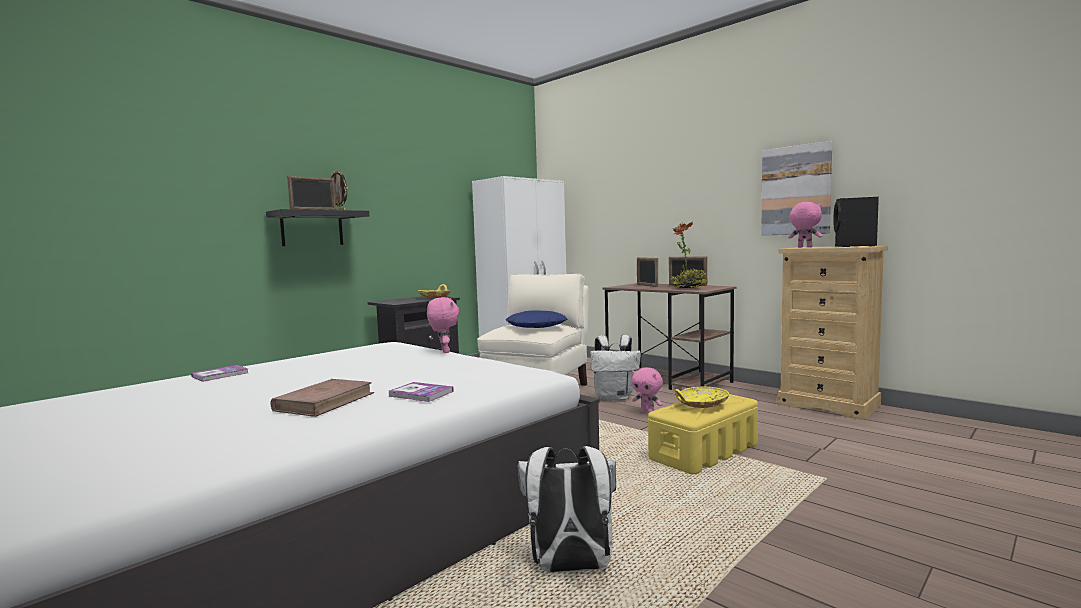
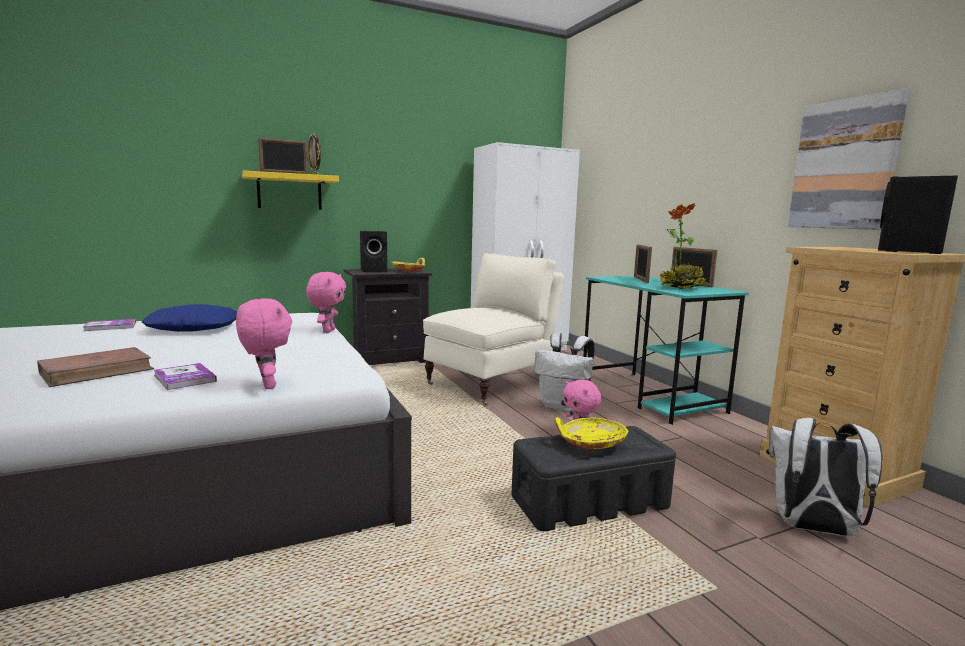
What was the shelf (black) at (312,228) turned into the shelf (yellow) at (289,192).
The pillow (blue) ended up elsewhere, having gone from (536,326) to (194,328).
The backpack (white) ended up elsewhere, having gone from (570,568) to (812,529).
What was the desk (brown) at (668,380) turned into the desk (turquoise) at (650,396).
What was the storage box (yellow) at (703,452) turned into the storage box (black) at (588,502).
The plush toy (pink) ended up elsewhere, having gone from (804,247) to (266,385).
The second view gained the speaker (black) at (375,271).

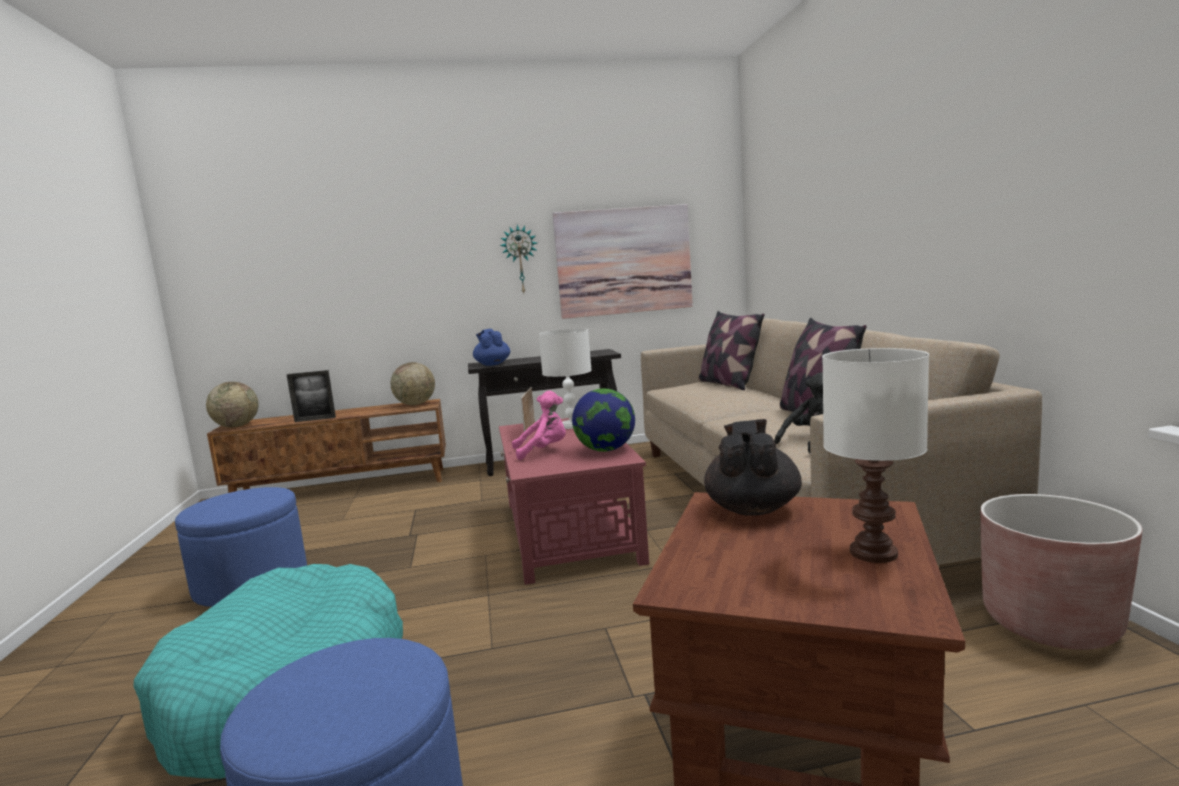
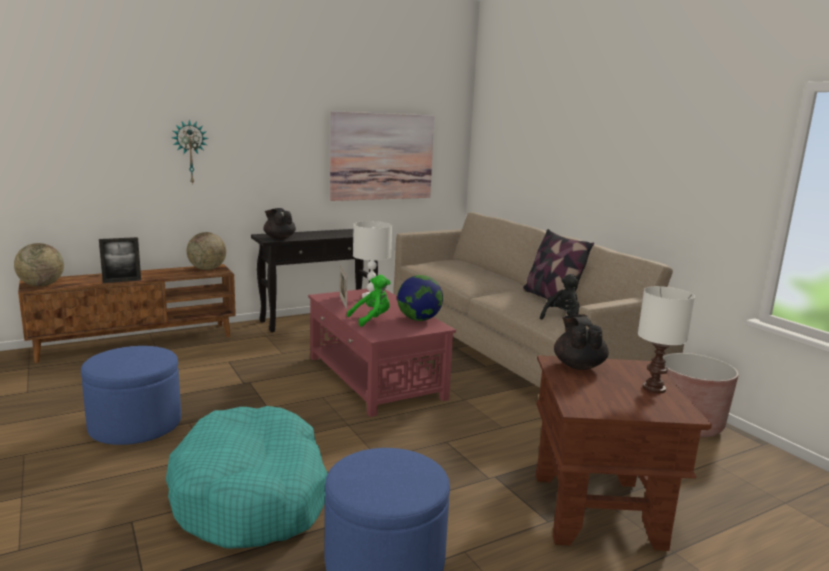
What was the teapot (blue) at (492,364) turned into the teapot (black) at (279,238).
The wall clock ended up elsewhere, having gone from (520,260) to (190,152).
What was the plush toy (pink) at (543,451) turned into the plush toy (green) at (372,319).
The second view lost the pillow at (728,384).

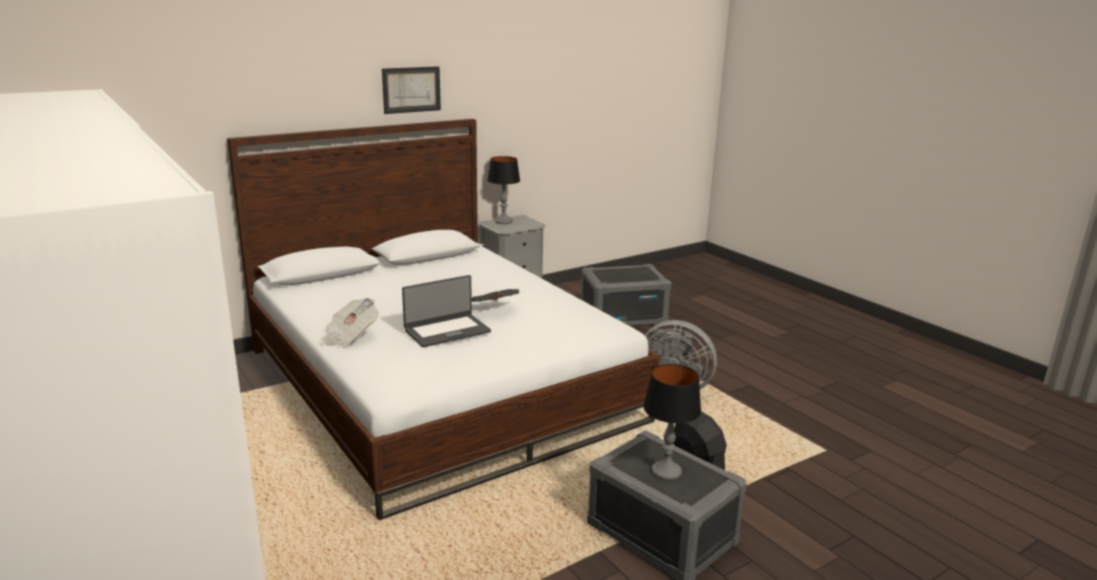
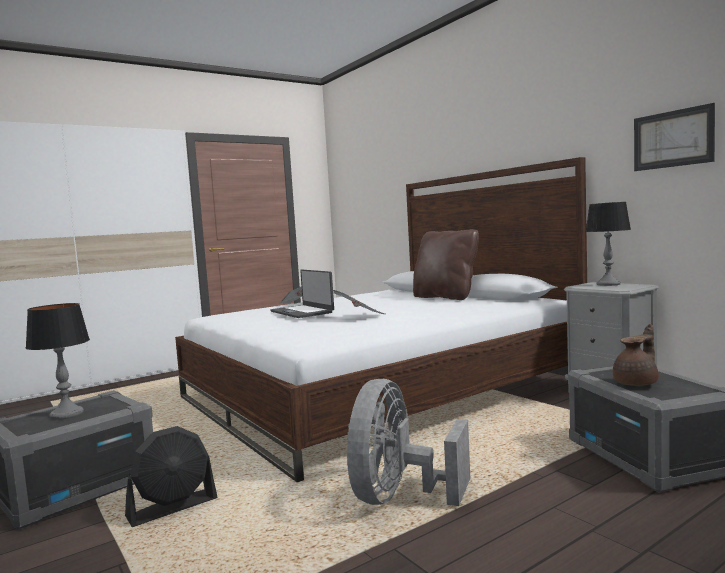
The picture ended up elsewhere, having gone from (411,89) to (672,139).
The second view gained the pillow (brown) at (445,297).
The second view gained the teapot (brown) at (637,383).

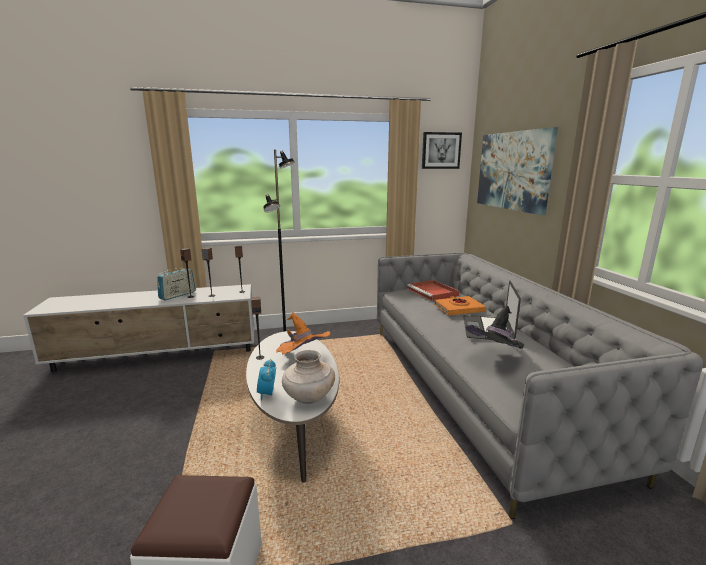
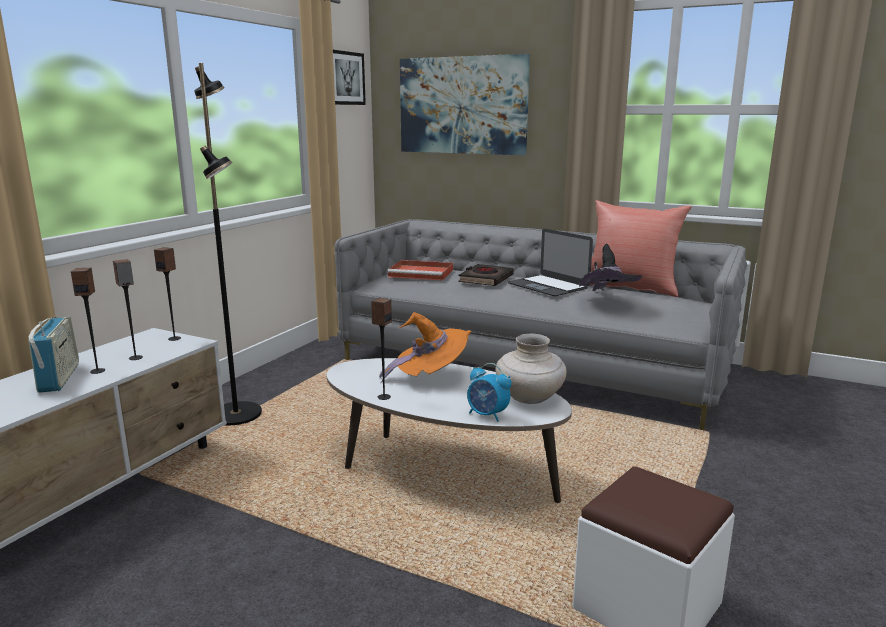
What was the book (orange) at (458,309) turned into the book (black) at (485,279).
The second view gained the pillow (red) at (630,287).

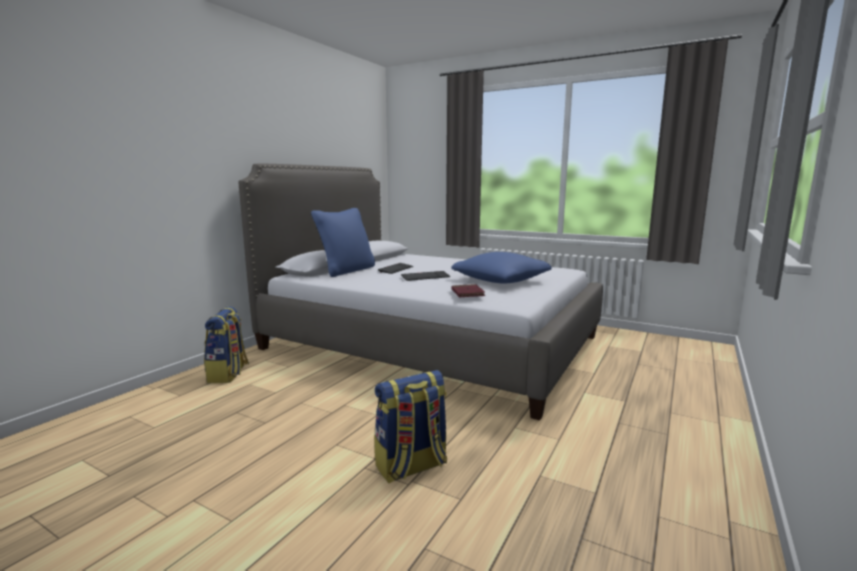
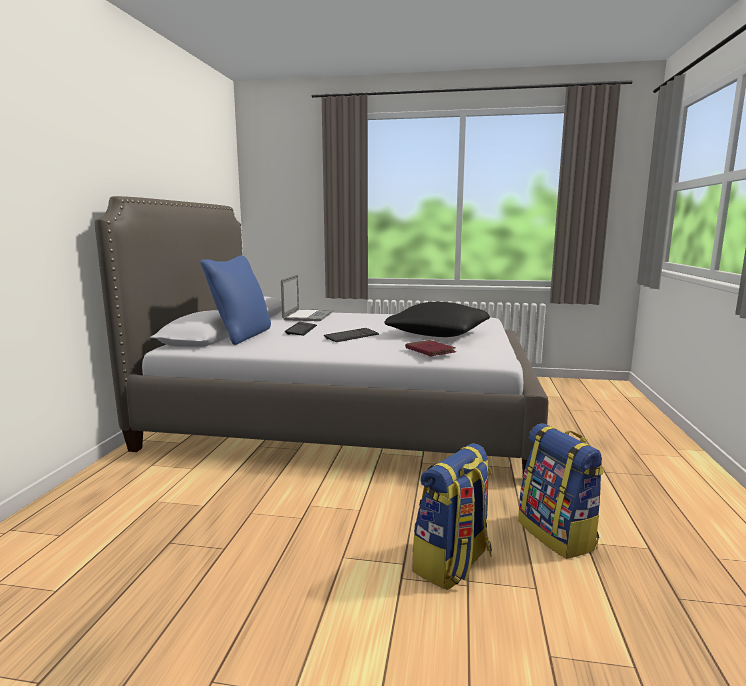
The backpack ended up elsewhere, having gone from (228,374) to (558,535).
What was the pillow (blue) at (501,281) turned into the pillow (black) at (438,334).
The second view gained the laptop at (308,316).

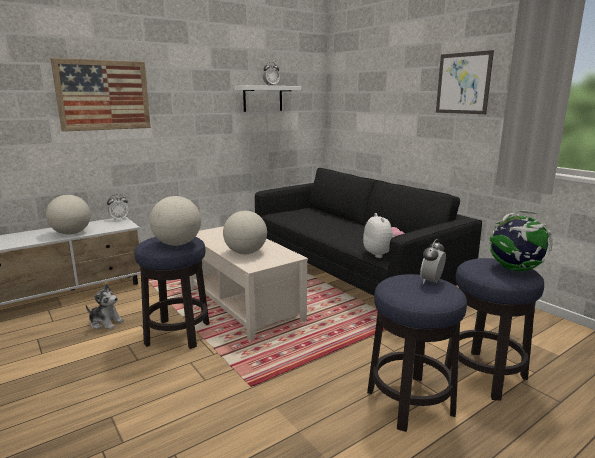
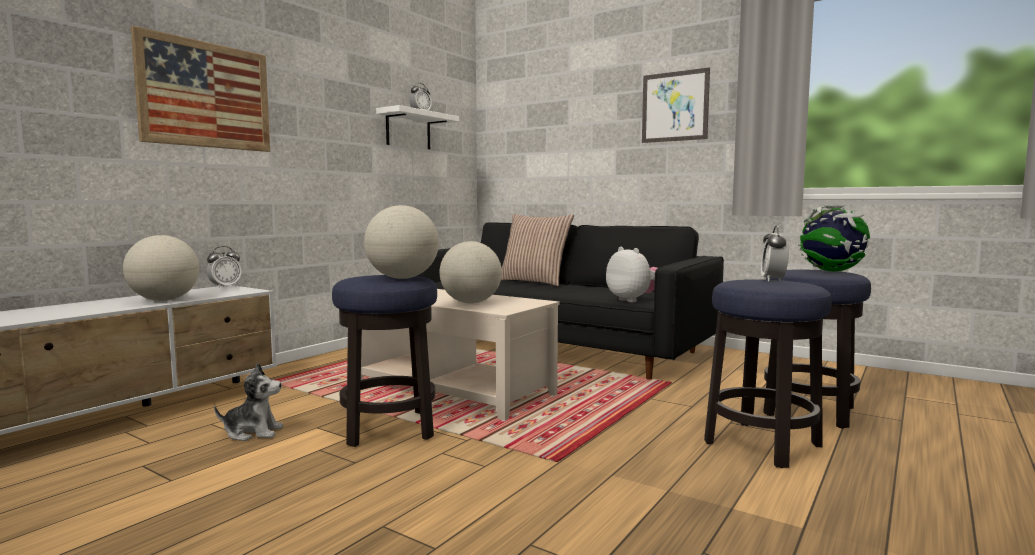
The second view gained the pillow at (534,282).

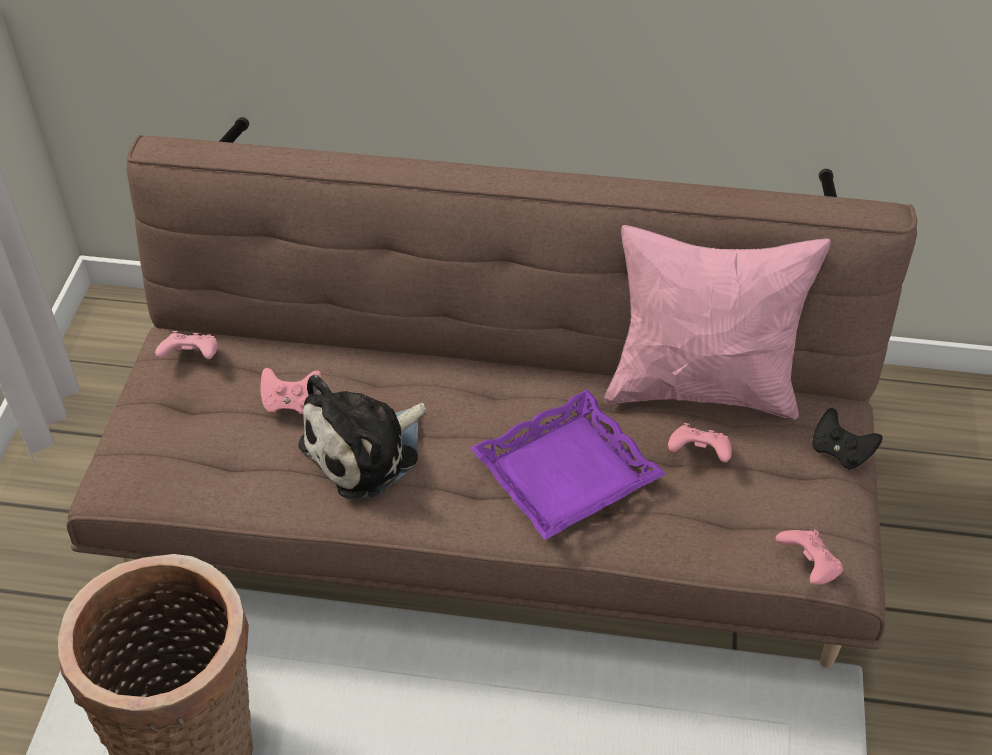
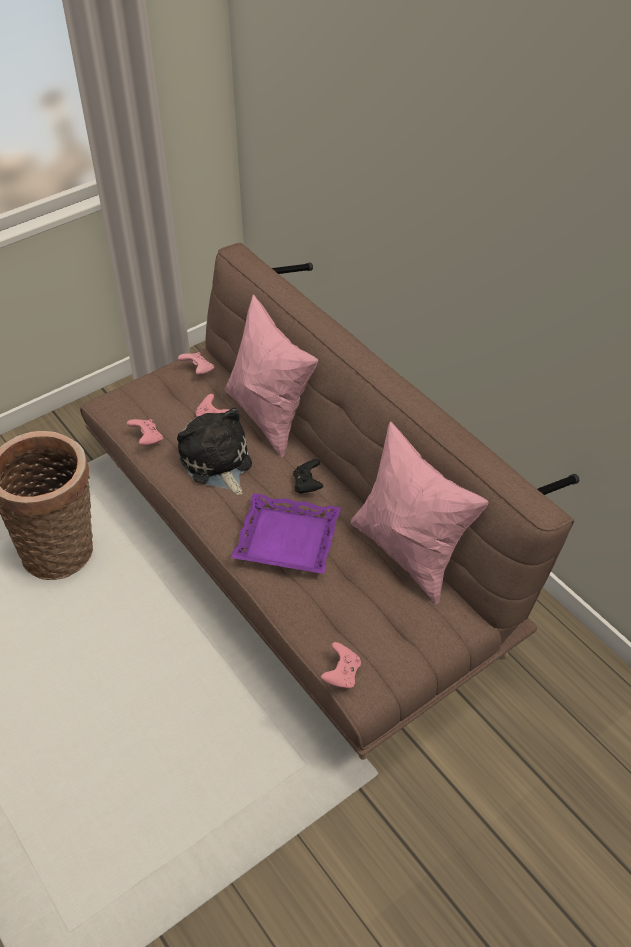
The plush toy at (366,450) ended up facing another way, 60 degrees clockwise from before.
The game controller (pink) ended up elsewhere, having gone from (698,455) to (147,439).
The game controller (black) ended up elsewhere, having gone from (840,452) to (307,485).
The second view gained the pillow (pink) at (269,416).

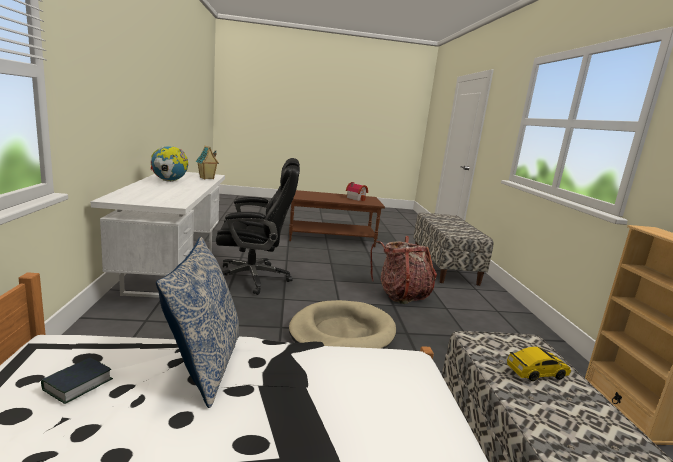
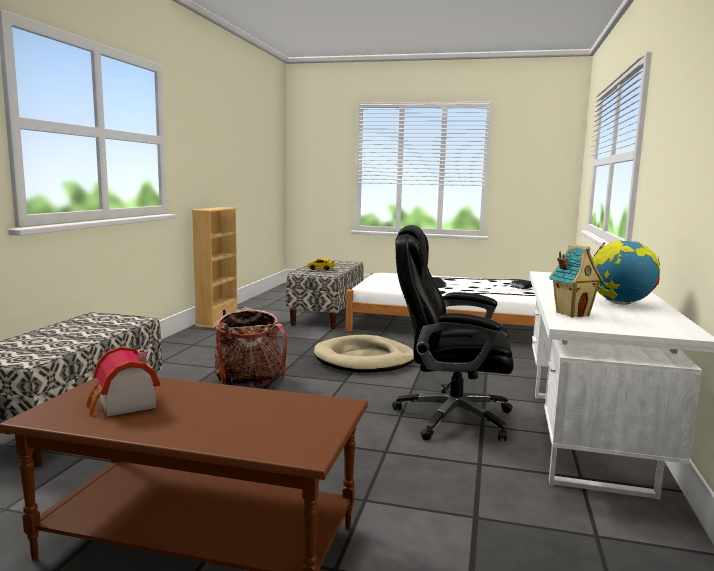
The second view lost the pillow at (203,365).

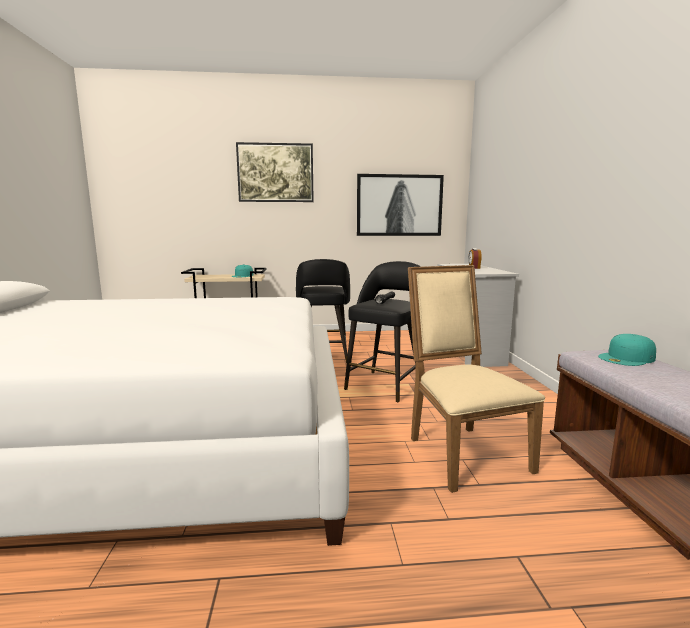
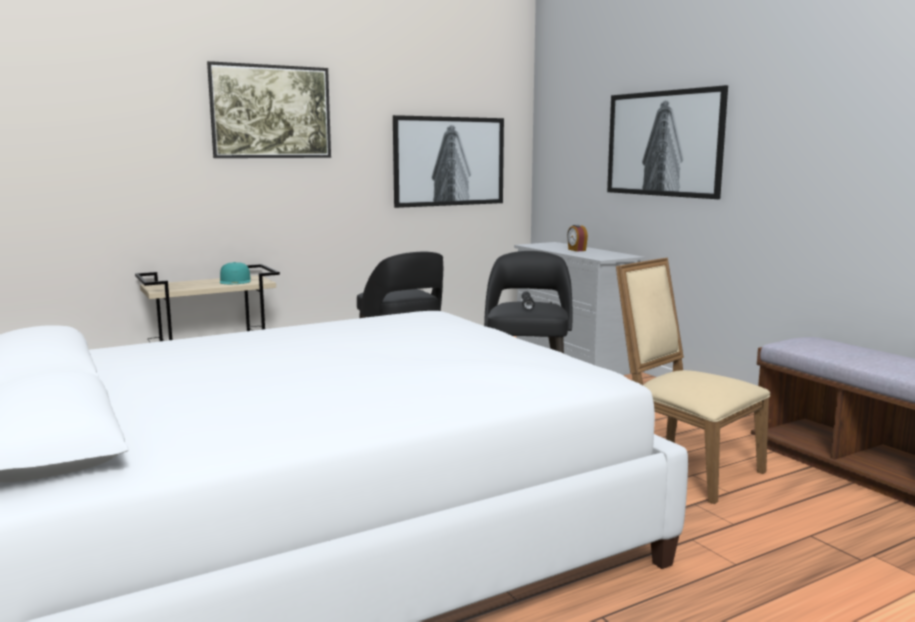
The second view lost the cap (turquoise) at (627,358).
The second view gained the picture at (664,143).

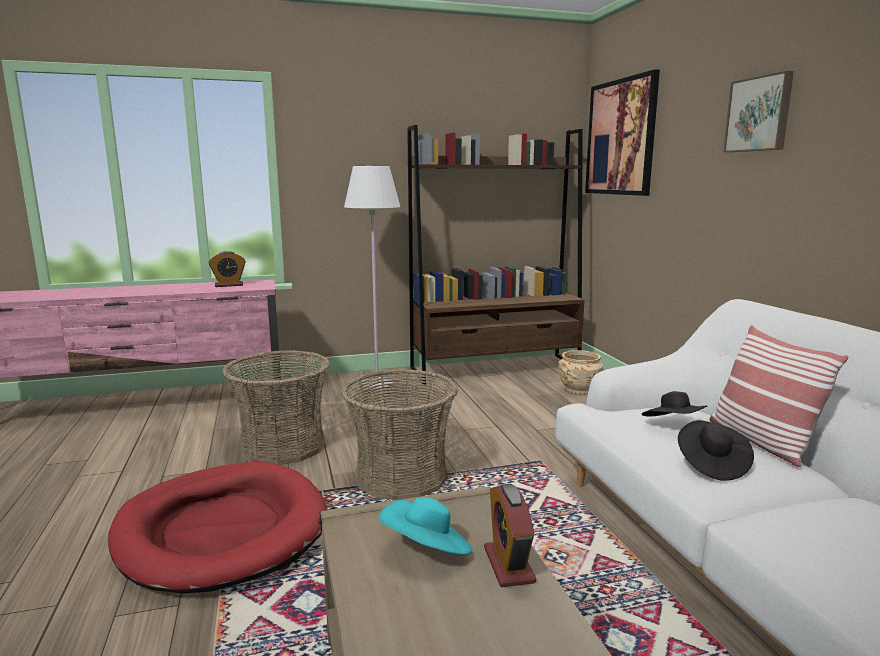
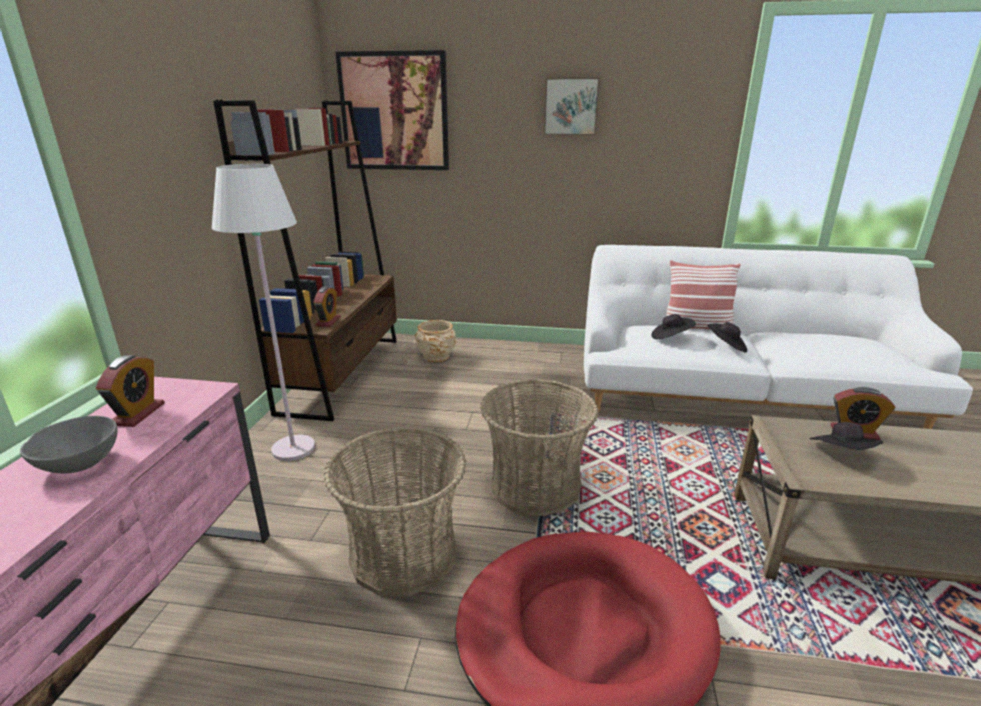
What was the hat (turquoise) at (427,550) turned into the hat (black) at (842,455).
The second view gained the bowl (grey) at (79,463).
The second view gained the alarm clock at (328,321).

